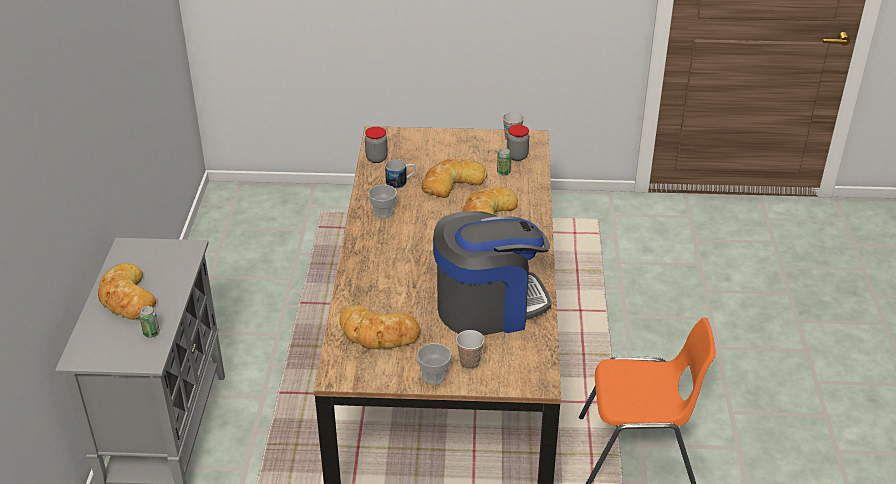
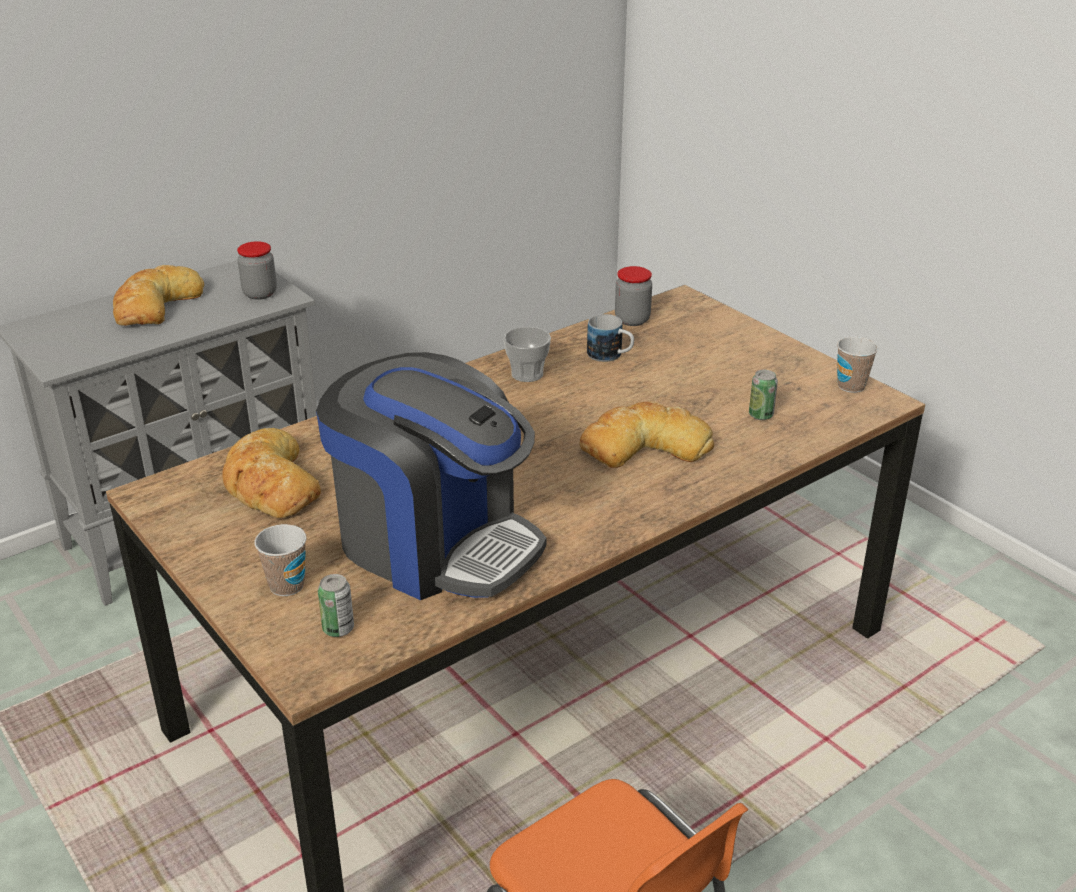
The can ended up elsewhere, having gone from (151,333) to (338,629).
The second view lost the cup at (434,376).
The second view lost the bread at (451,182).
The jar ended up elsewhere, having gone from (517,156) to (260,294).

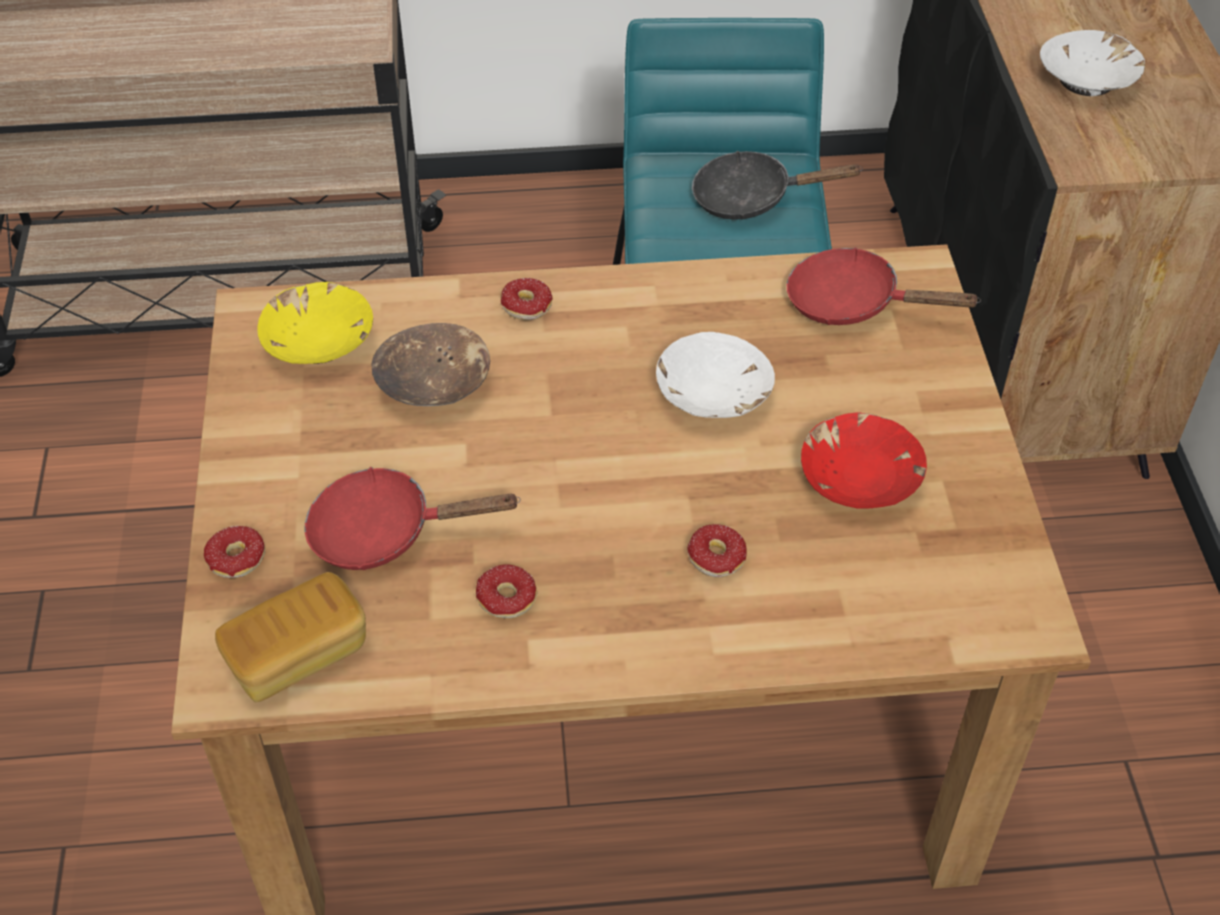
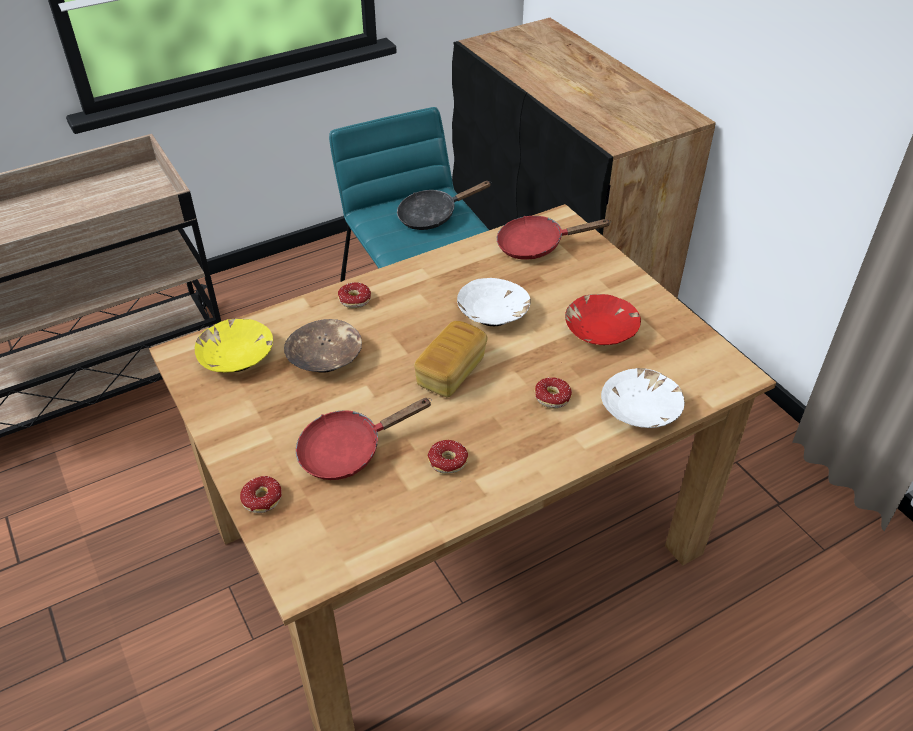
The bread ended up elsewhere, having gone from (297,655) to (451,372).
The bowl (white) ended up elsewhere, having gone from (1087,80) to (641,411).

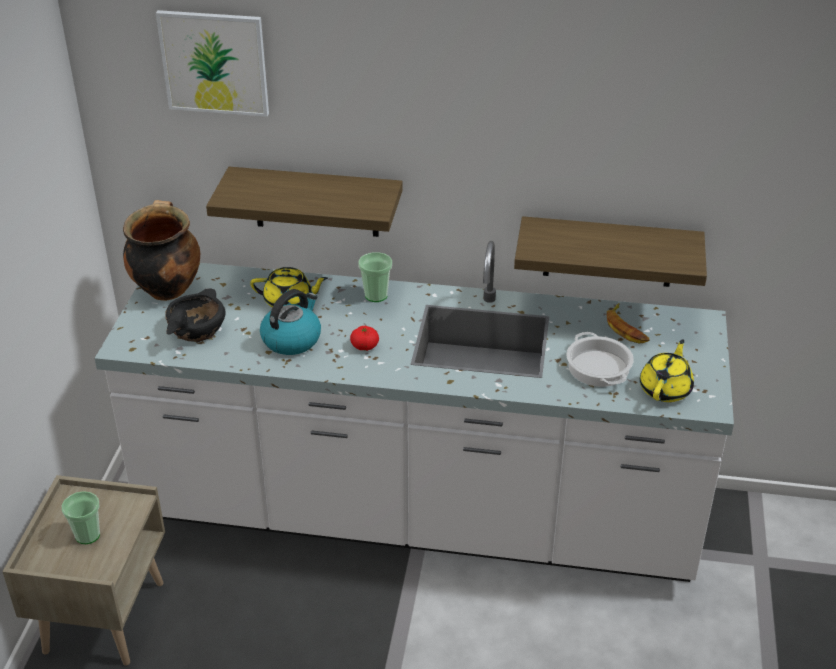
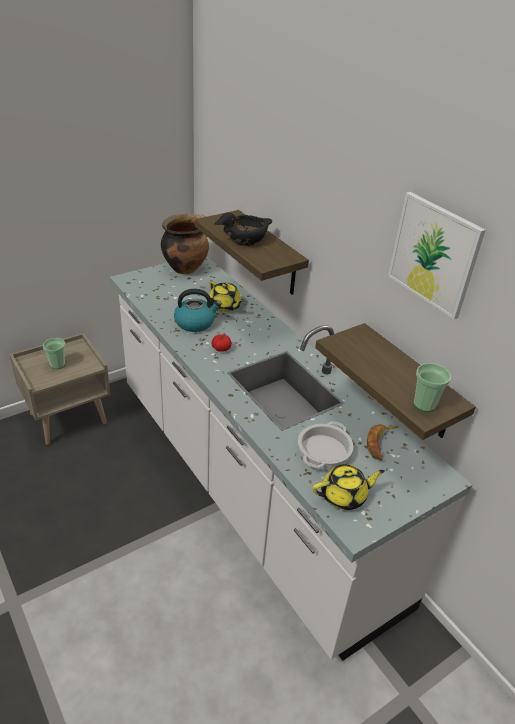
The picture ended up elsewhere, having gone from (214,63) to (434,254).
The bowl (black) ended up elsewhere, having gone from (196,329) to (246,239).
The cup ended up elsewhere, having gone from (376,295) to (424,404).

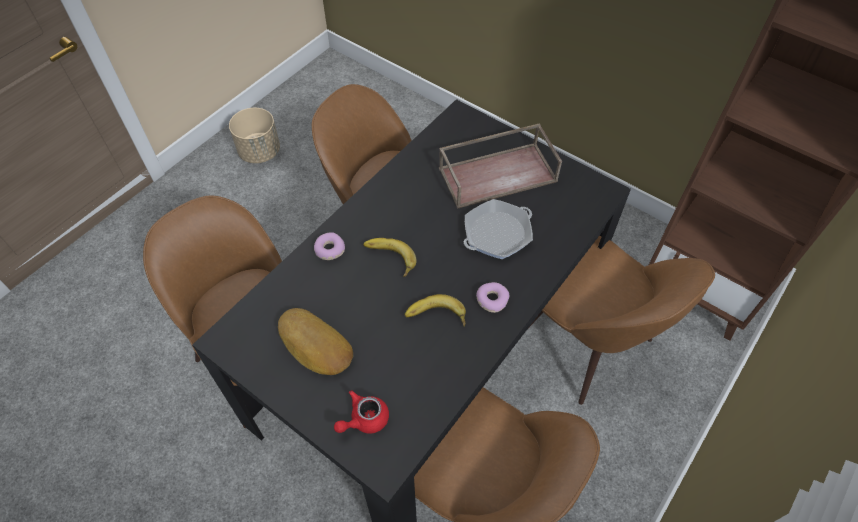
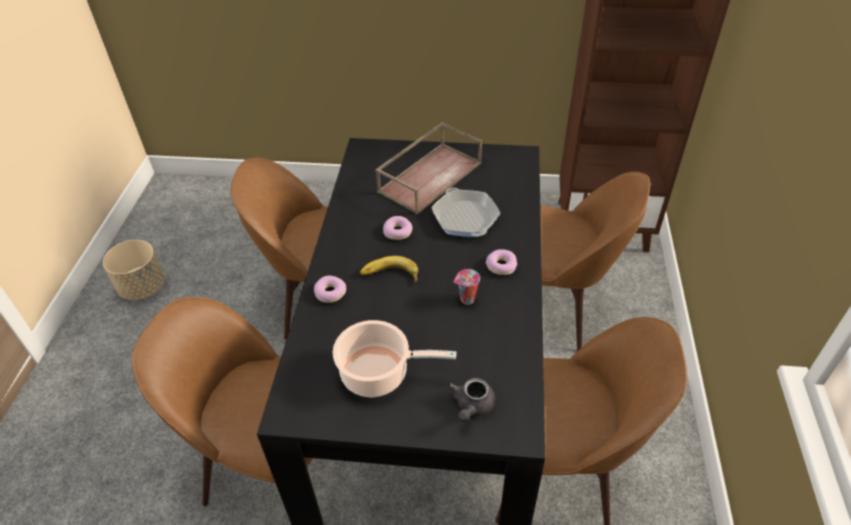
Where the bread stood at (314,346), the cooking pot came to stand at (379,373).
What was the teapot (red) at (364,419) turned into the teapot (grey) at (471,406).
Where the banana stood at (436,317), the cup came to stand at (466,300).
The frying pan at (497,234) ended up facing another way, 45 degrees counterclockwise from before.
The second view gained the donut at (398,232).

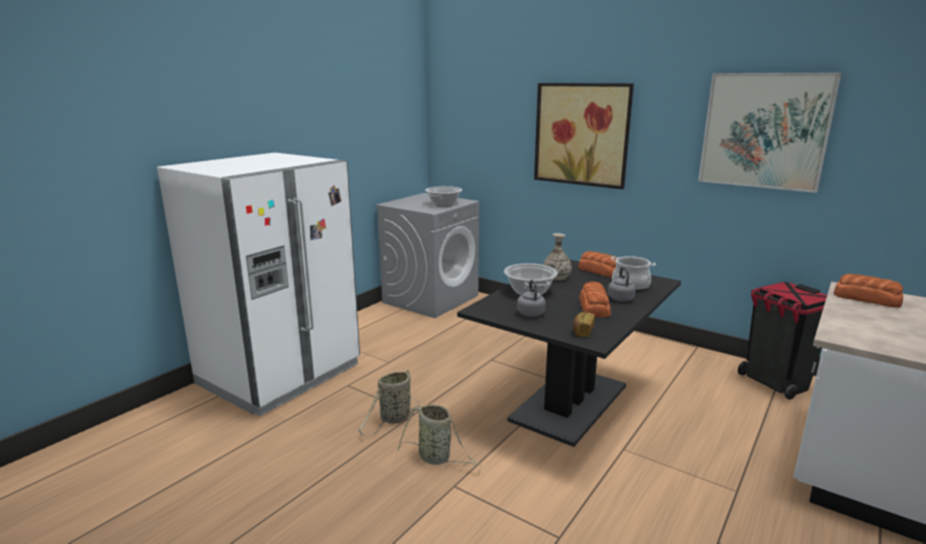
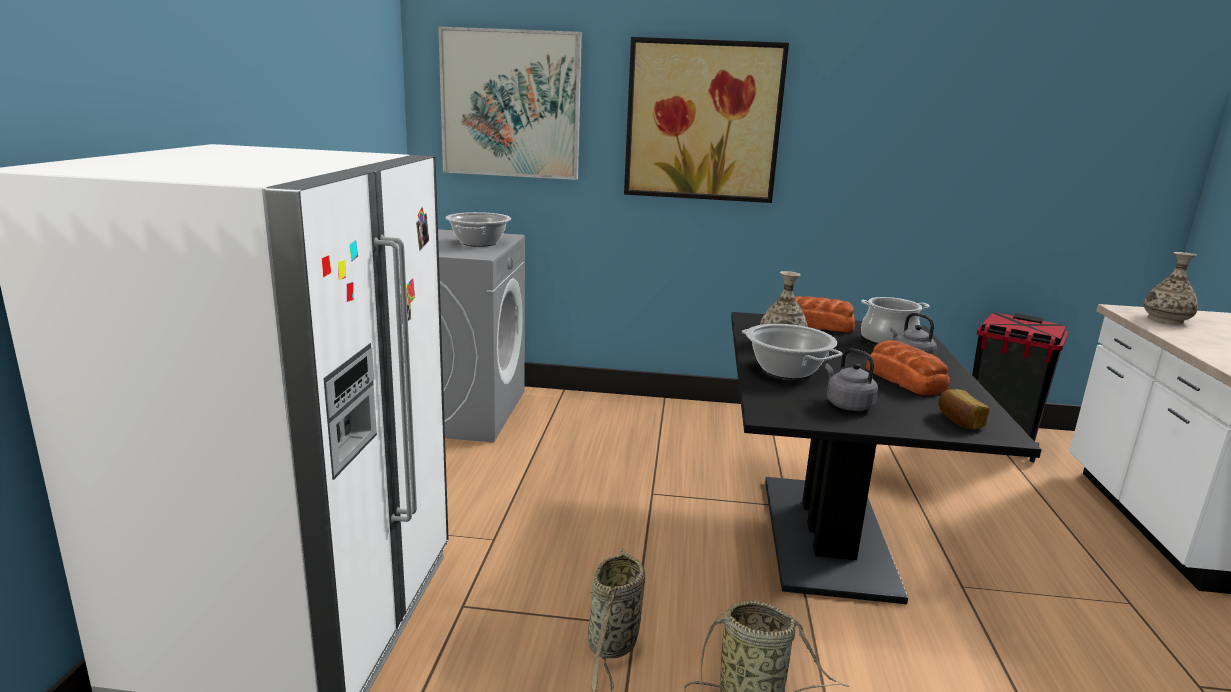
The picture ended up elsewhere, having gone from (764,131) to (510,104).
Where the bread stood at (866,298), the vase came to stand at (1165,319).

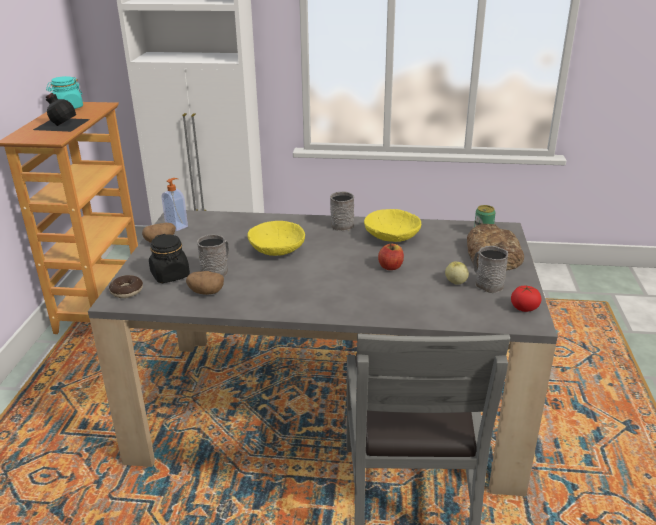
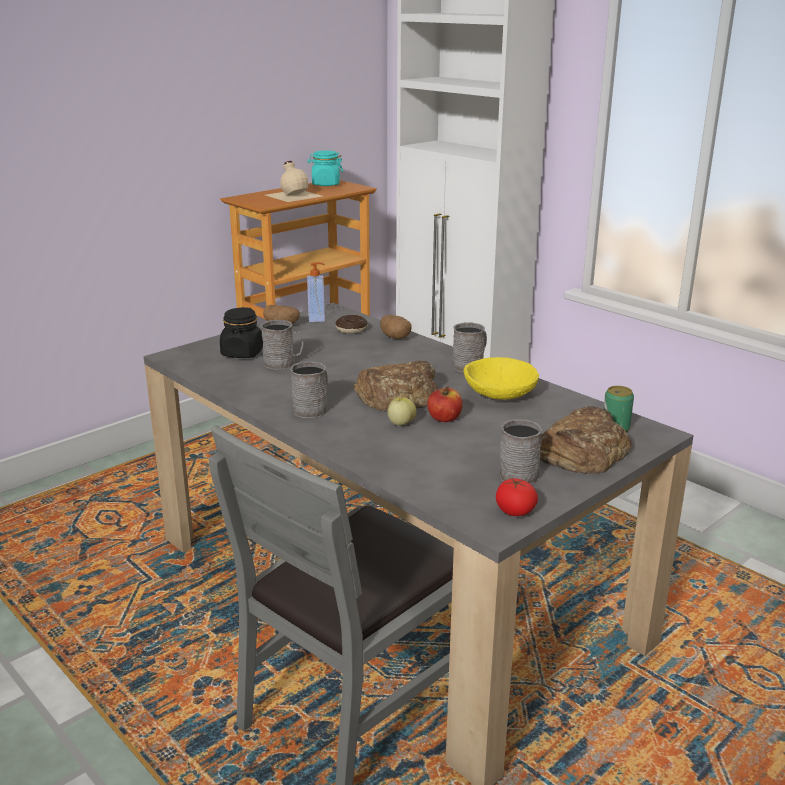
What was the bottle (black) at (61,124) turned into the bottle (beige) at (293,195).
The donut ended up elsewhere, having gone from (127,291) to (351,329).
The potato ended up elsewhere, having gone from (206,292) to (395,337).
The second view lost the bowl (yellow) at (277,250).
The apple ended up elsewhere, having gone from (455,282) to (401,423).
The second view gained the mug (grey) at (313,408).
The second view gained the bread at (398,395).

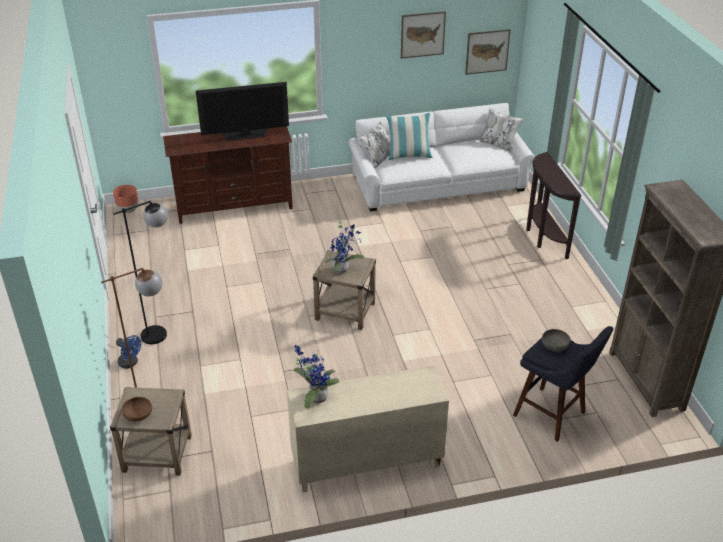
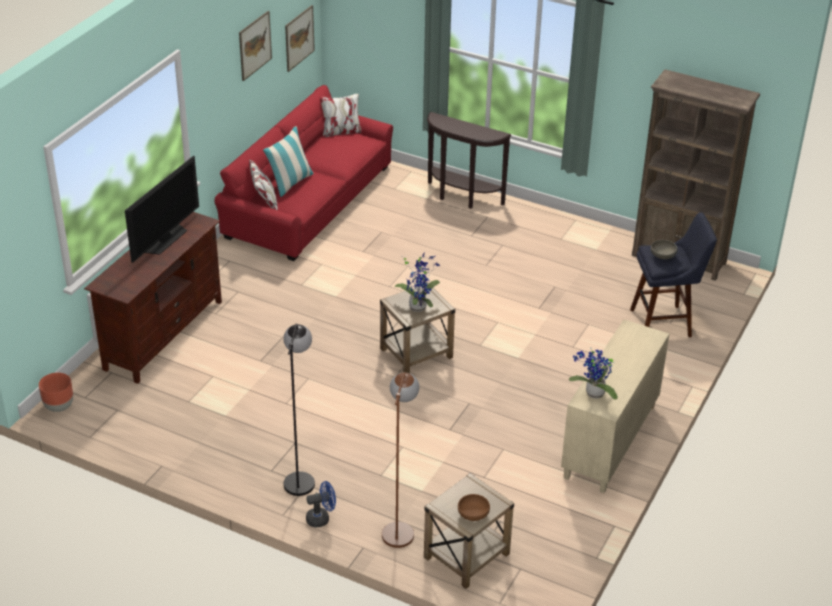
What was the sofa (white) at (438,183) turned into the sofa (red) at (309,201).

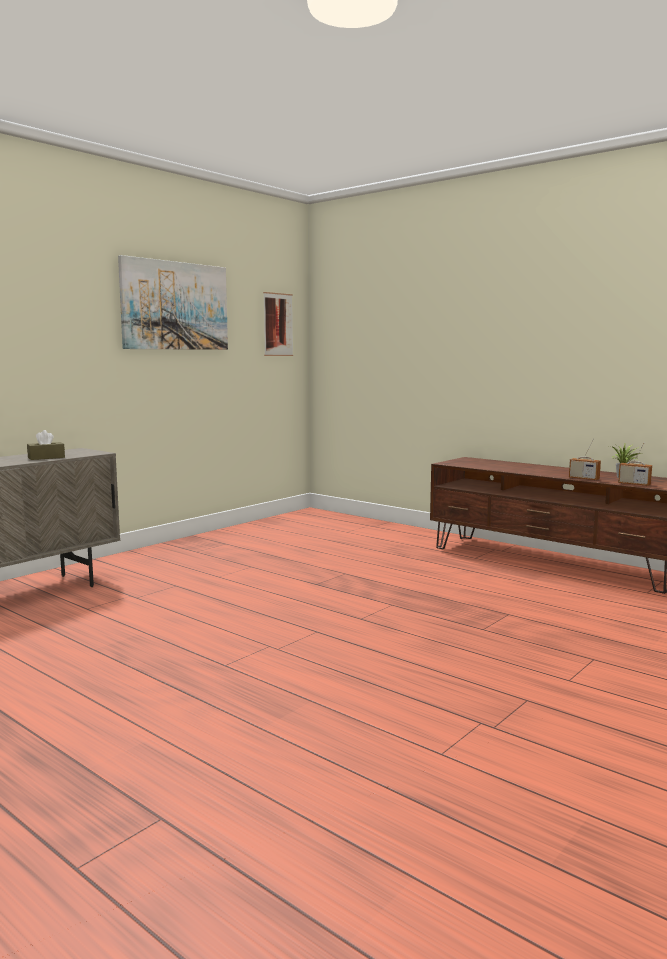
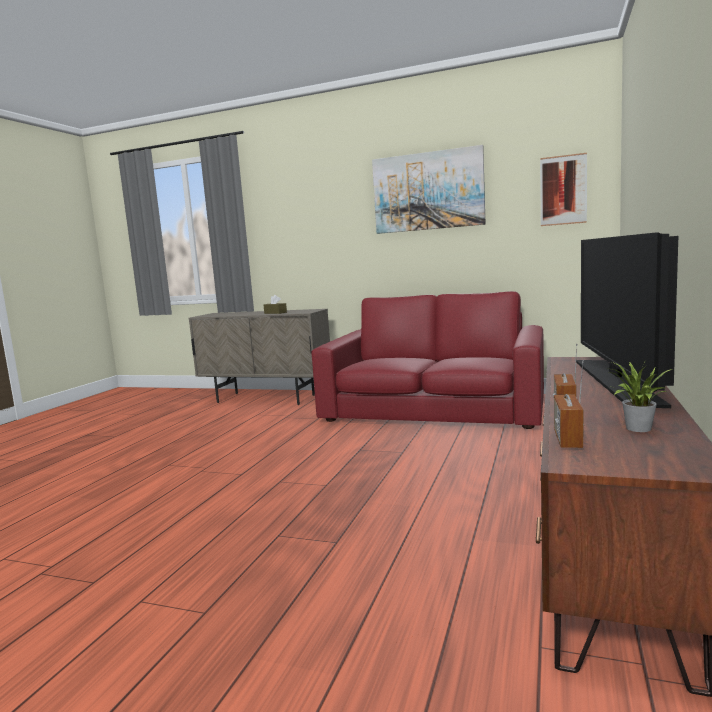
The second view gained the sofa (red) at (434,409).
The second view gained the television at (617,382).

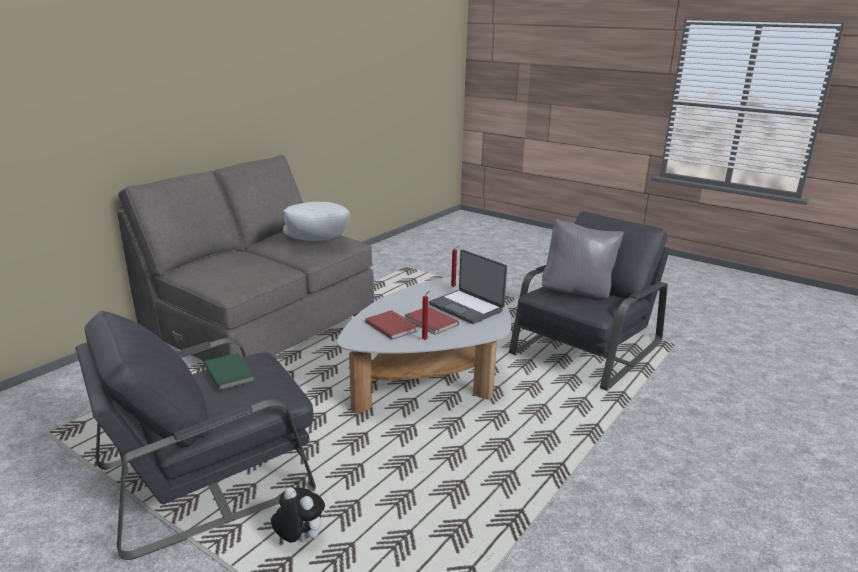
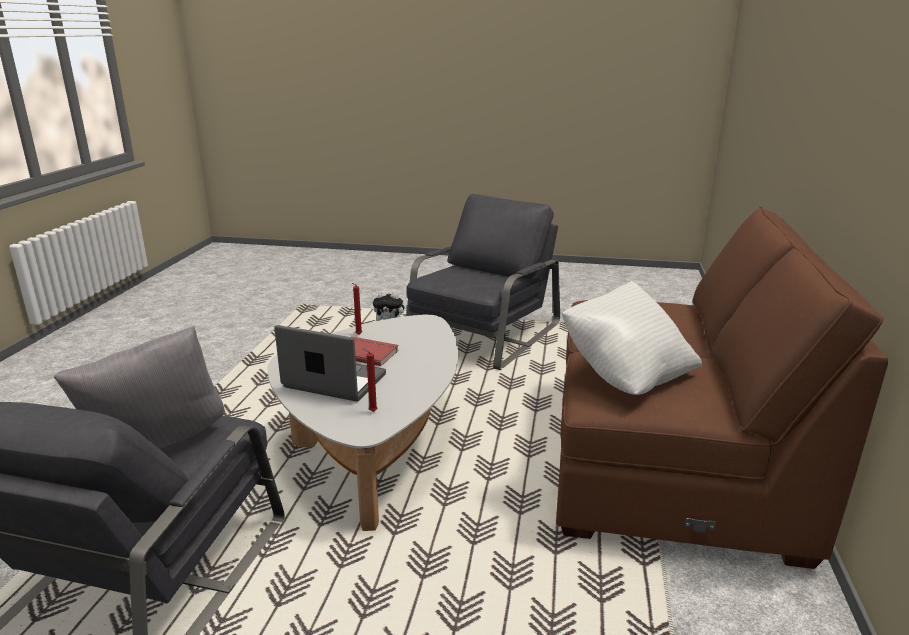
What was the sofa (grey) at (263,325) turned into the sofa (brown) at (668,460).
The second view lost the book (green) at (230,373).
The second view lost the book (red) at (392,326).

